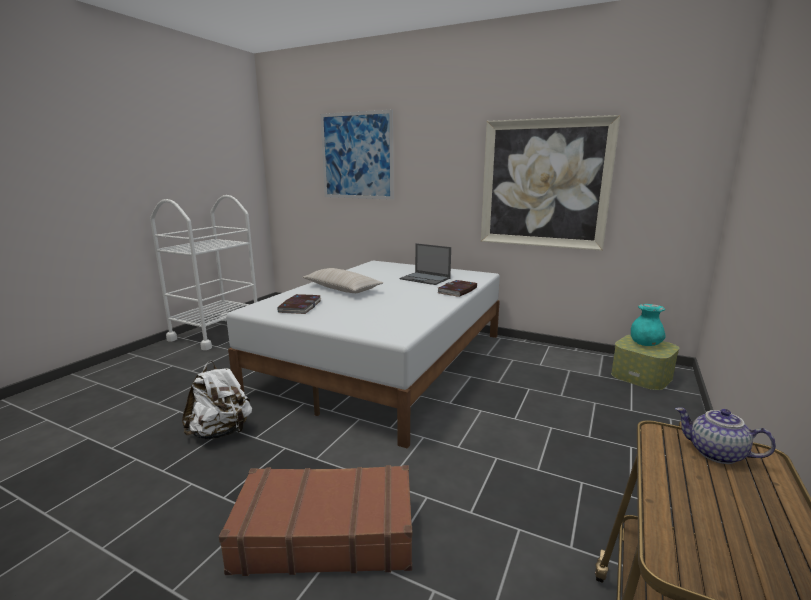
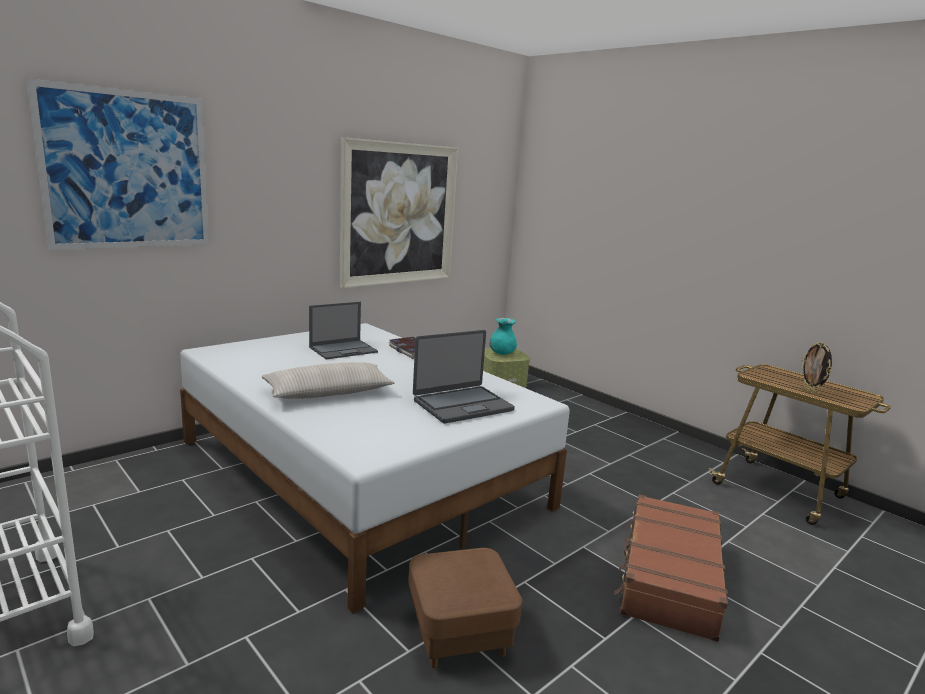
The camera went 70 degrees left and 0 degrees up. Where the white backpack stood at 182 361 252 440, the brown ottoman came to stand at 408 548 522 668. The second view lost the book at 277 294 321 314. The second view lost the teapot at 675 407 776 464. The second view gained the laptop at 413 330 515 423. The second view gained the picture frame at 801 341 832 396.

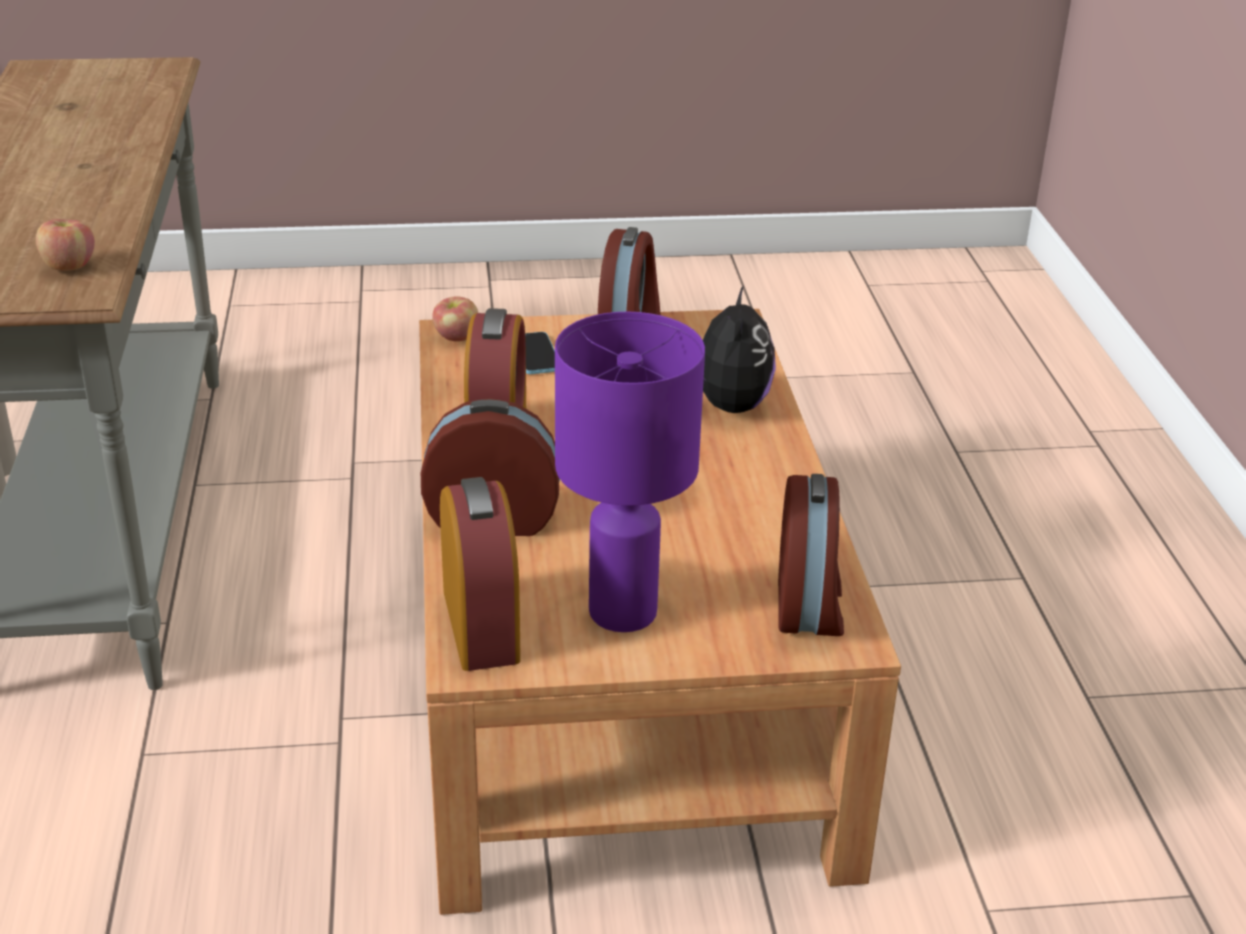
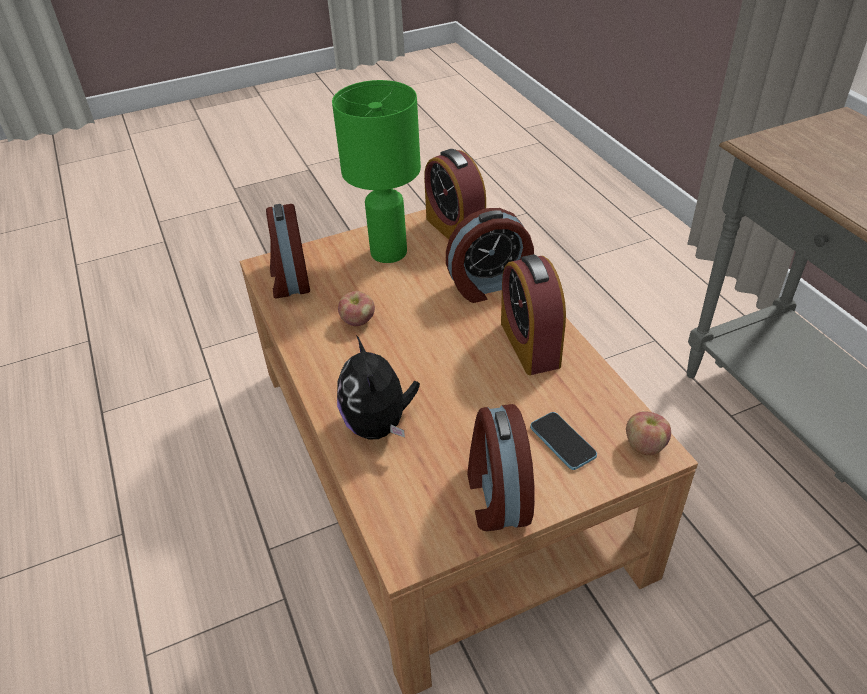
The camera went 165 degrees right and 10 degrees up. The apple ended up elsewhere, having gone from 36 219 95 271 to 338 291 375 326. What was the purple table lamp at 555 312 705 632 turned into the green table lamp at 332 80 421 263.

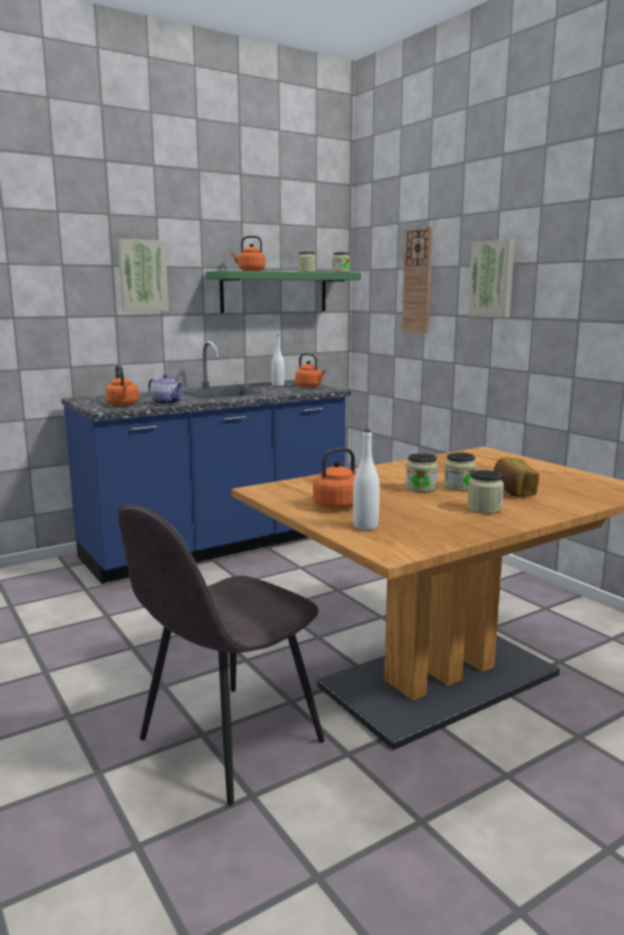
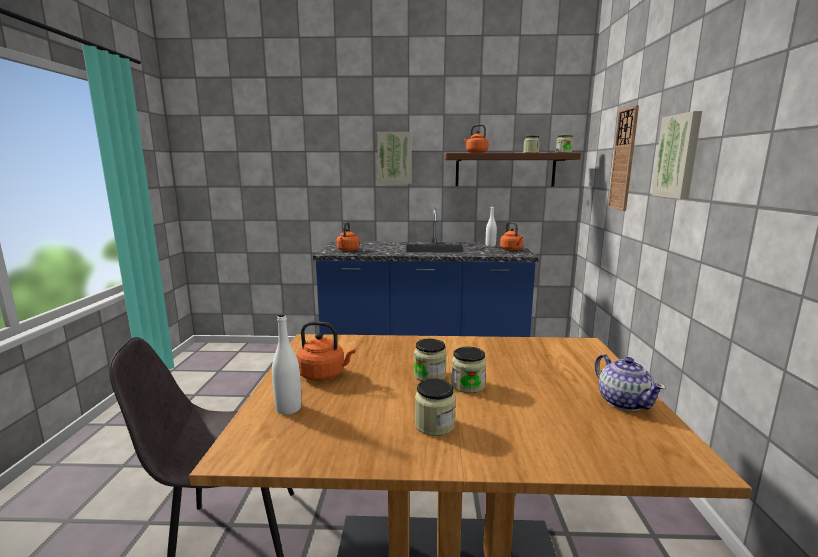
The camera went 35 degrees right and 0 degrees up. The teapot ended up elsewhere, having gone from 148 374 184 405 to 594 354 666 411. What was the green shelf at 206 270 361 313 turned into the brown shelf at 445 153 581 186. The second view lost the bread at 494 457 539 497.

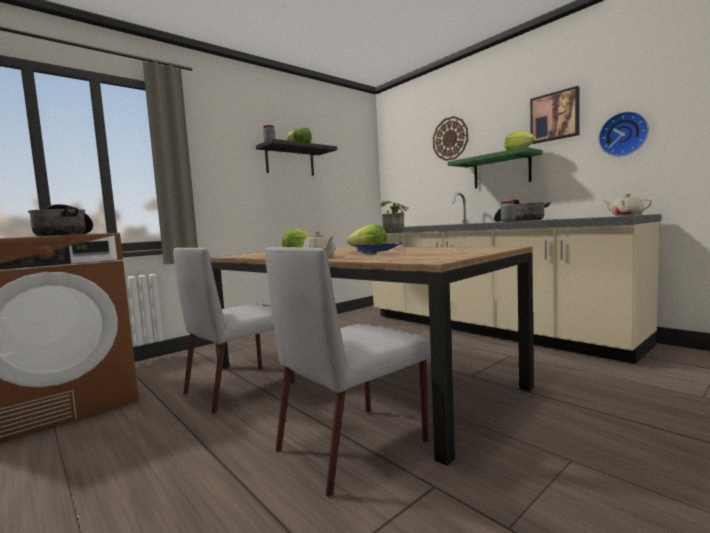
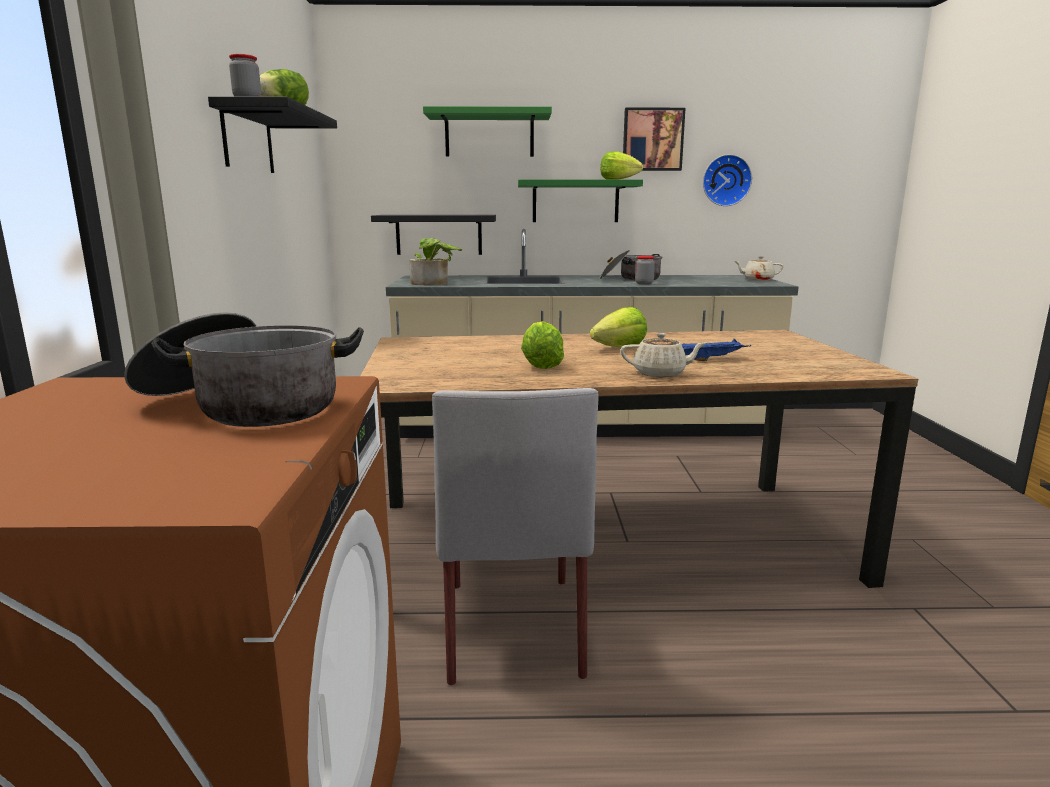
The camera went 50 degrees left and 10 degrees up. The second view lost the grey chair at 265 247 431 497. Where the wall clock hung at 433 116 468 161, the green shelf came to hang at 423 106 552 157. The second view gained the black shelf at 371 215 496 255.

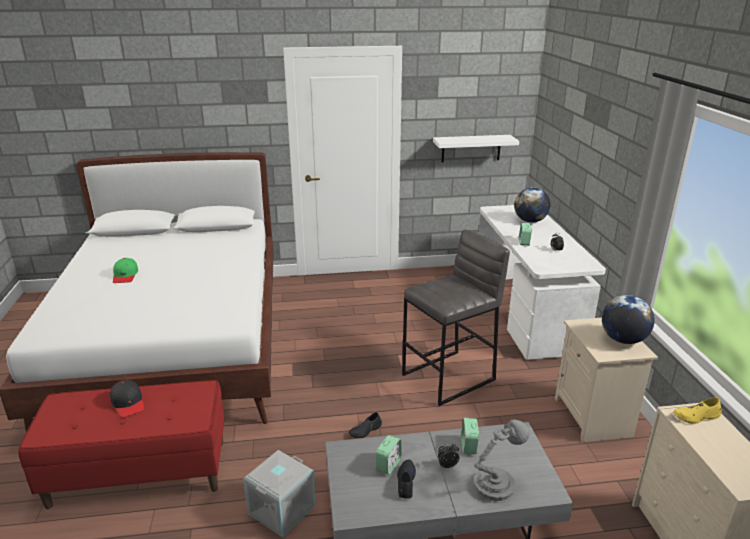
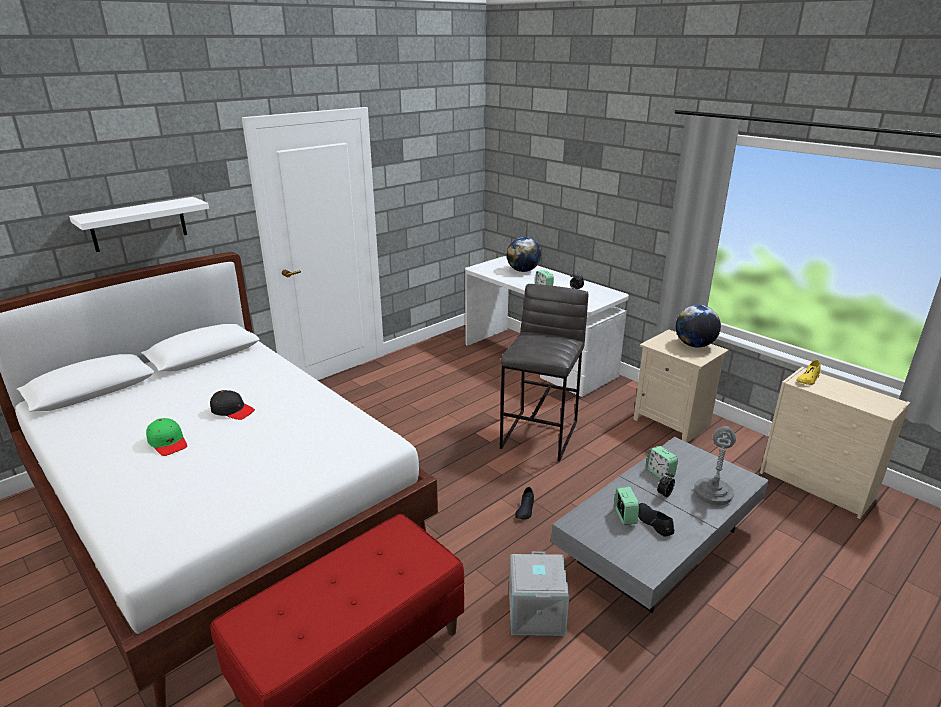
The camera went 35 degrees left and 0 degrees up. The black cap ended up elsewhere, having gone from 110 380 144 417 to 210 390 255 420. The white shelf ended up elsewhere, having gone from 433 135 519 163 to 69 197 209 252.

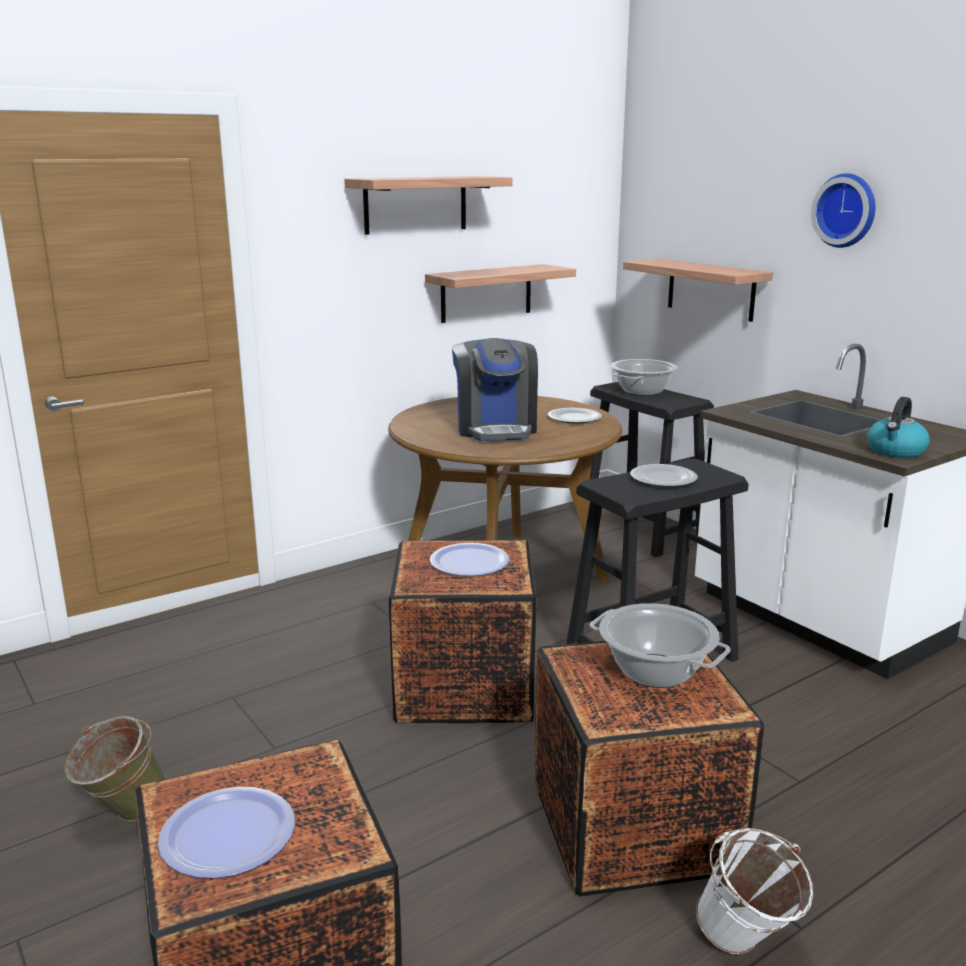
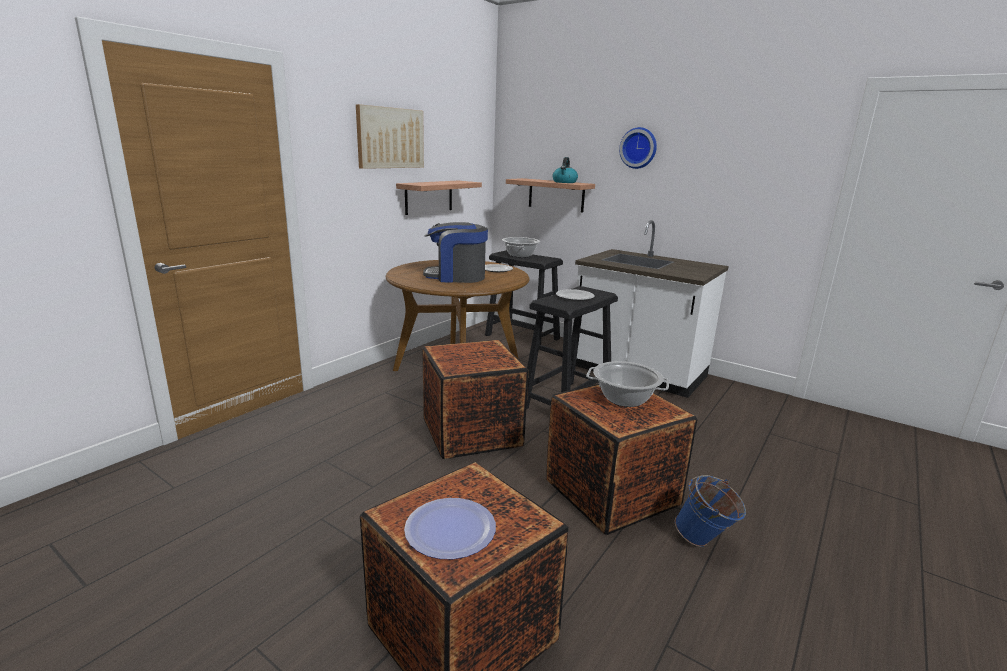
The camera went 20 degrees left and 0 degrees up. The second view lost the green bucket at 65 716 167 821. Where the shelf hung at 344 176 513 235, the picture came to hang at 356 104 424 169. The second view lost the plate at 430 543 510 576. The coffee machine at 452 338 538 441 ended up facing another way, 120 degrees clockwise from before. What was the white bucket at 696 828 813 954 turned into the blue bucket at 675 475 746 547. The kettle ended up elsewhere, having gone from 867 397 930 458 to 553 157 578 183.

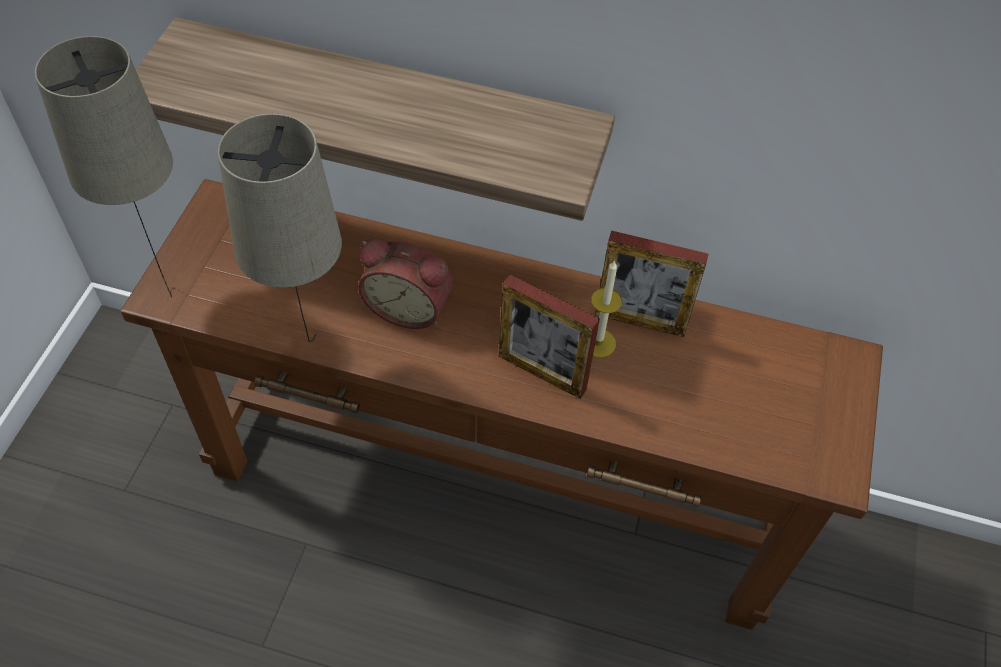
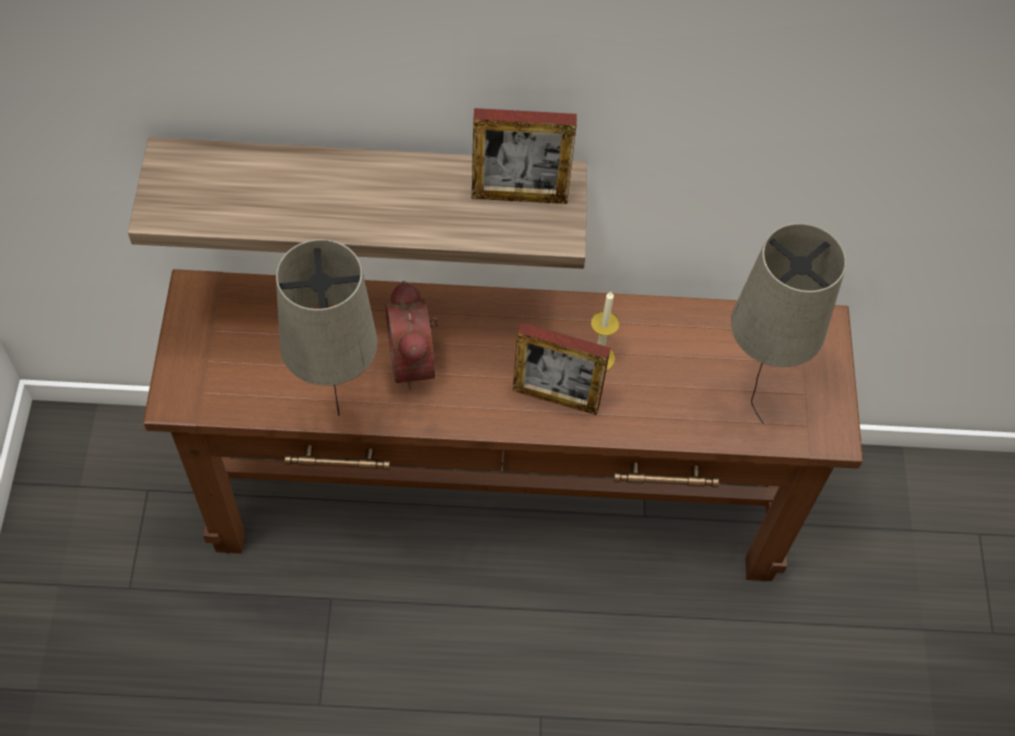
The camera went 15 degrees left and 5 degrees up. The beige table lamp ended up elsewhere, having gone from 35 36 173 297 to 731 223 846 424. The alarm clock at 358 239 453 329 ended up facing another way, 75 degrees clockwise from before. The picture frame ended up elsewhere, having gone from 595 230 708 337 to 472 108 577 204.

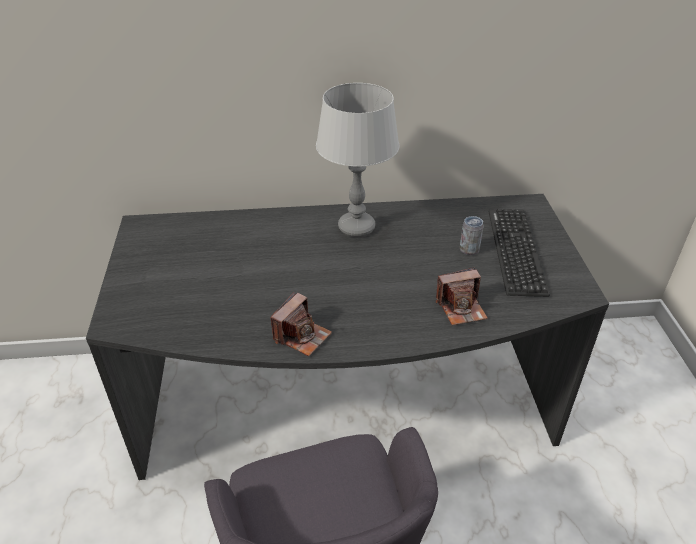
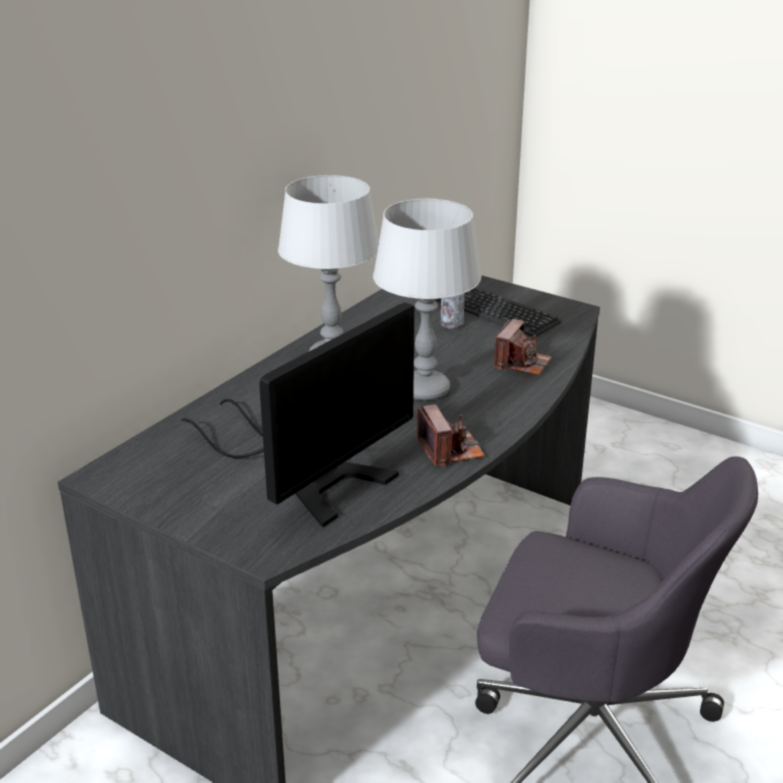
The camera went 50 degrees left and 10 degrees down. The second view gained the monitor at 181 302 414 528. The second view gained the grey table lamp at 373 199 481 401.

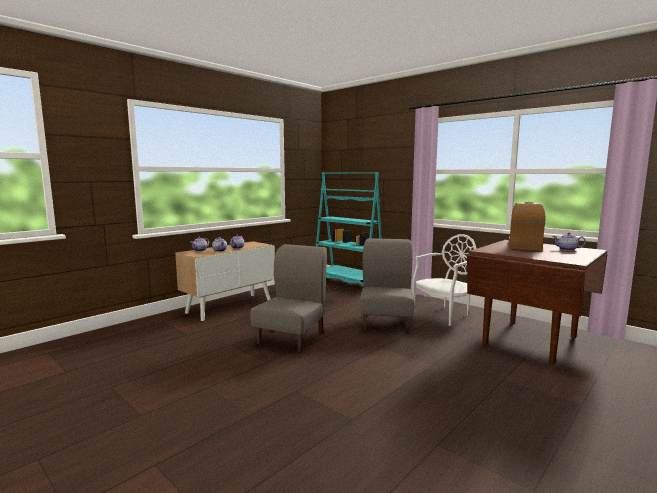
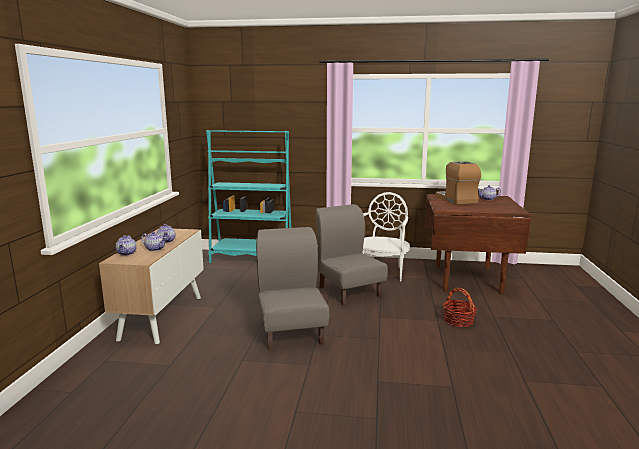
The camera went 35 degrees left and 5 degrees up. The second view gained the basket at 442 288 478 327.

